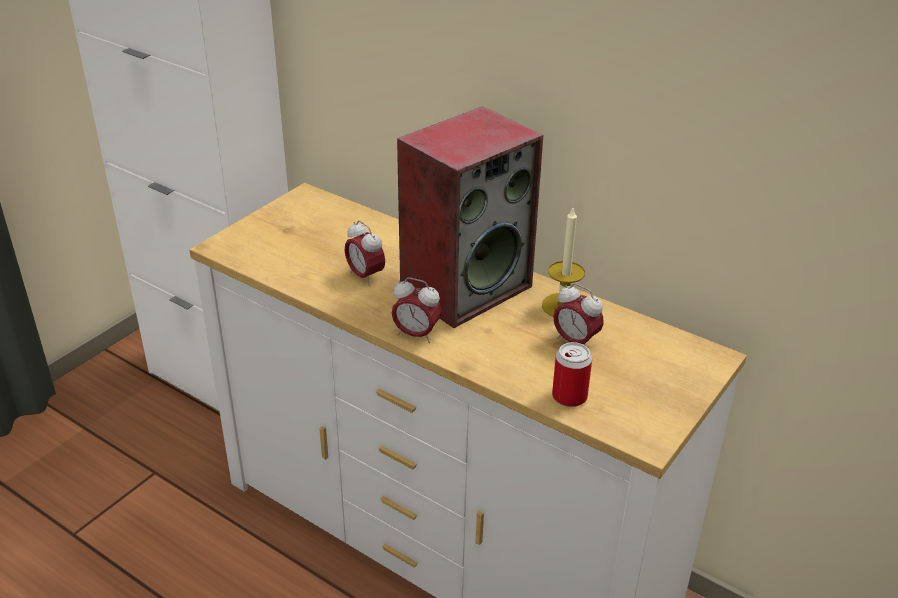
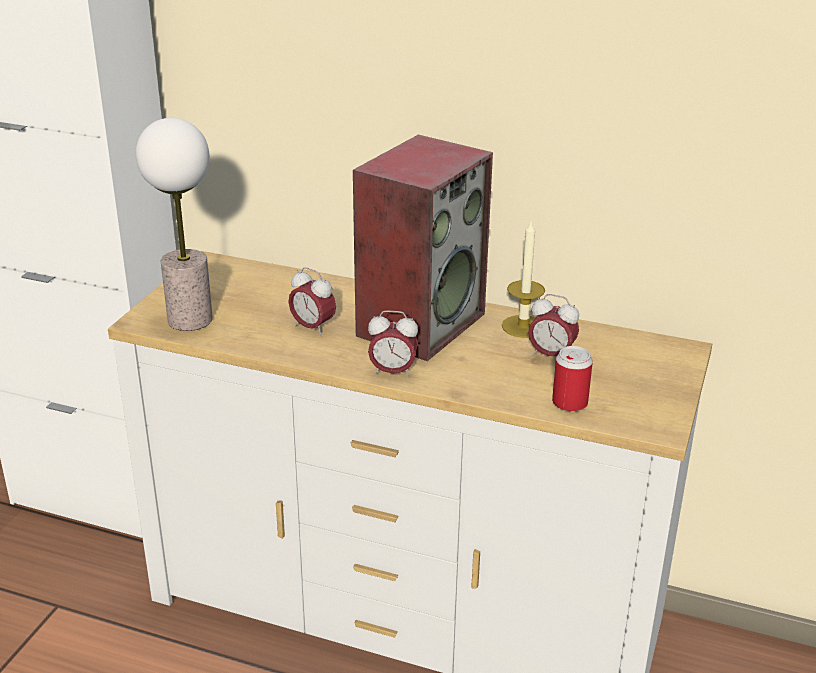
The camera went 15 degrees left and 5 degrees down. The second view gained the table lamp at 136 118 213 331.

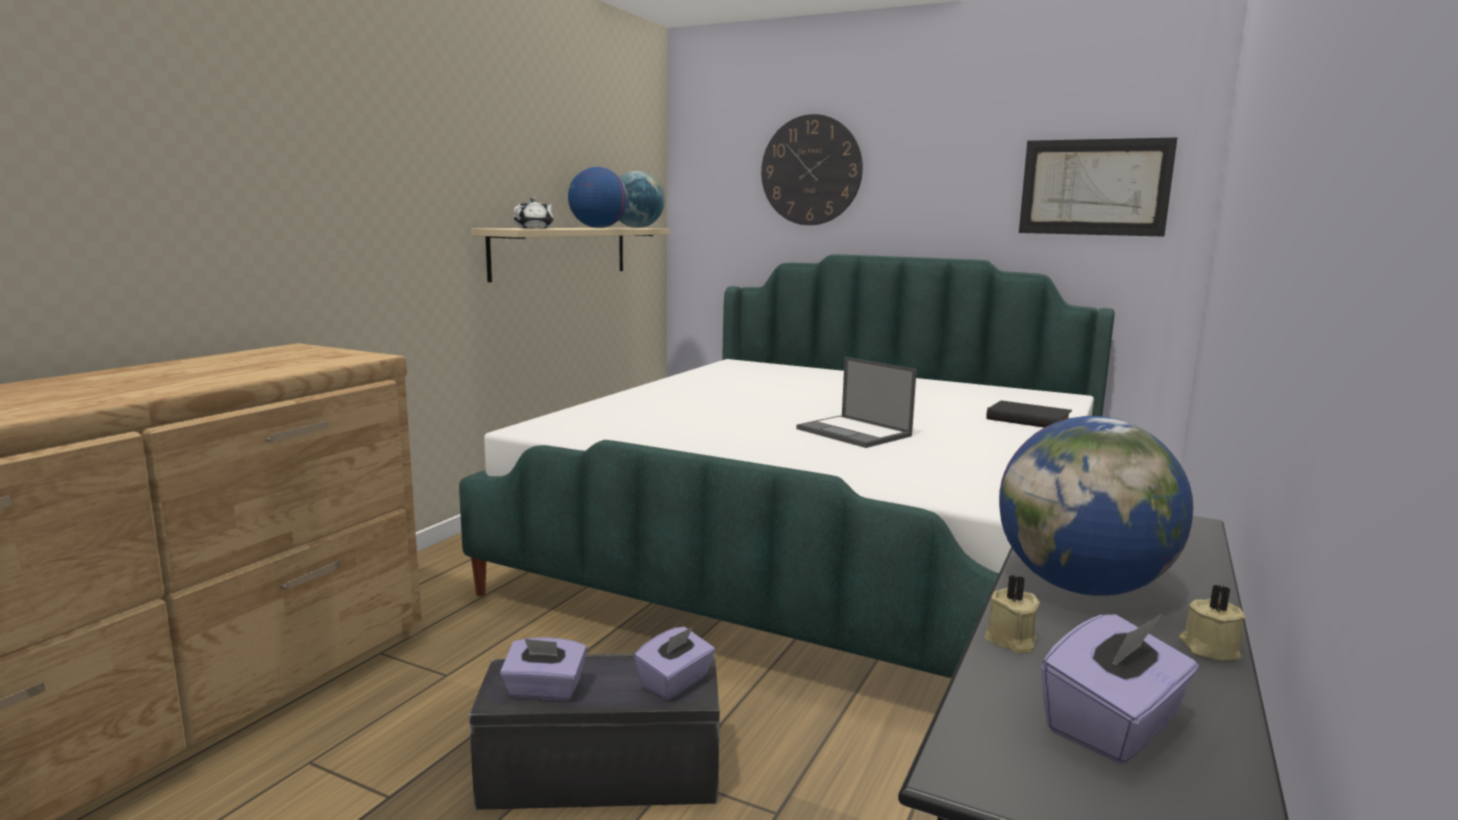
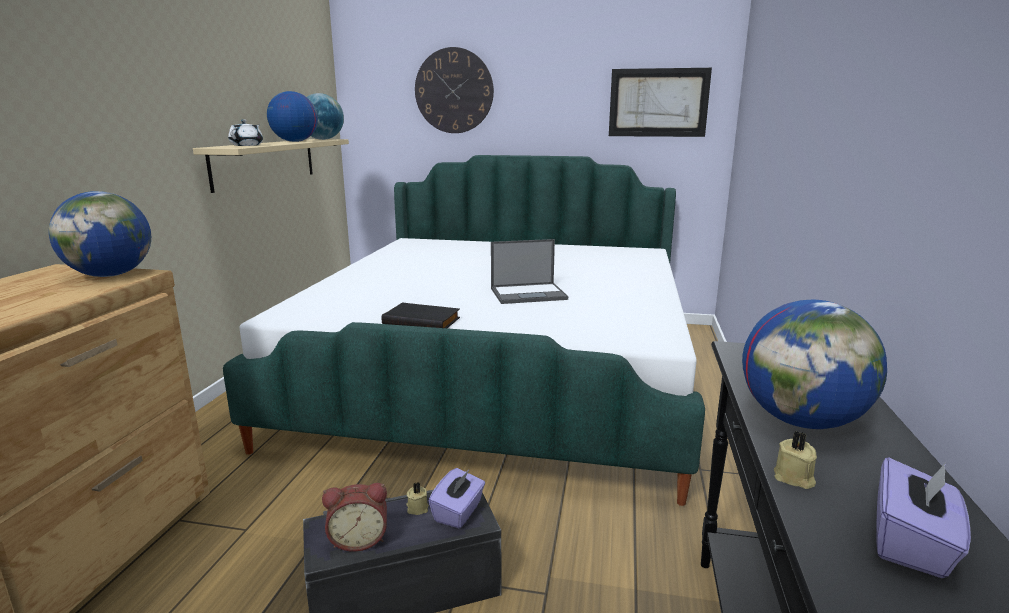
The camera went 15 degrees left and 5 degrees up. Where the purple tissue box stood at 500 637 587 700, the alarm clock came to stand at 322 483 387 552. The laptop at 796 357 917 448 ended up facing another way, 45 degrees counterclockwise from before. The black book ended up elsewhere, having gone from 986 400 1072 428 to 382 302 460 328. The beige candle ended up elsewhere, having gone from 1179 584 1246 660 to 406 482 429 515. The second view gained the globe at 49 191 151 277.

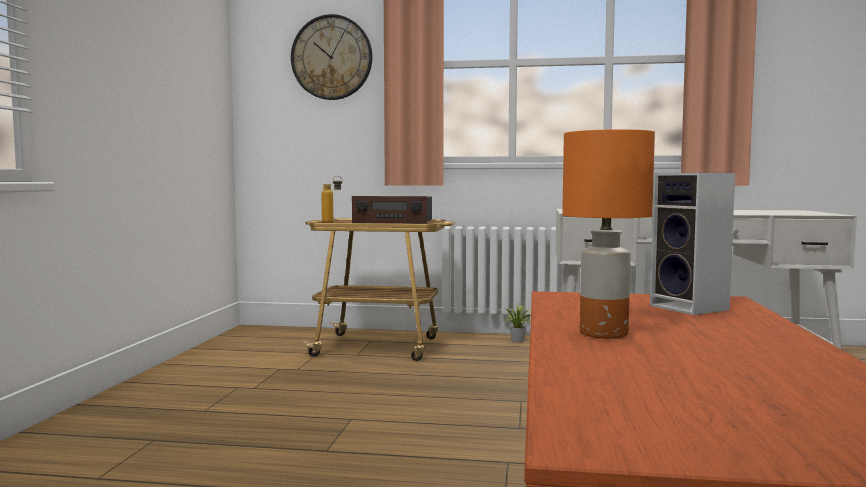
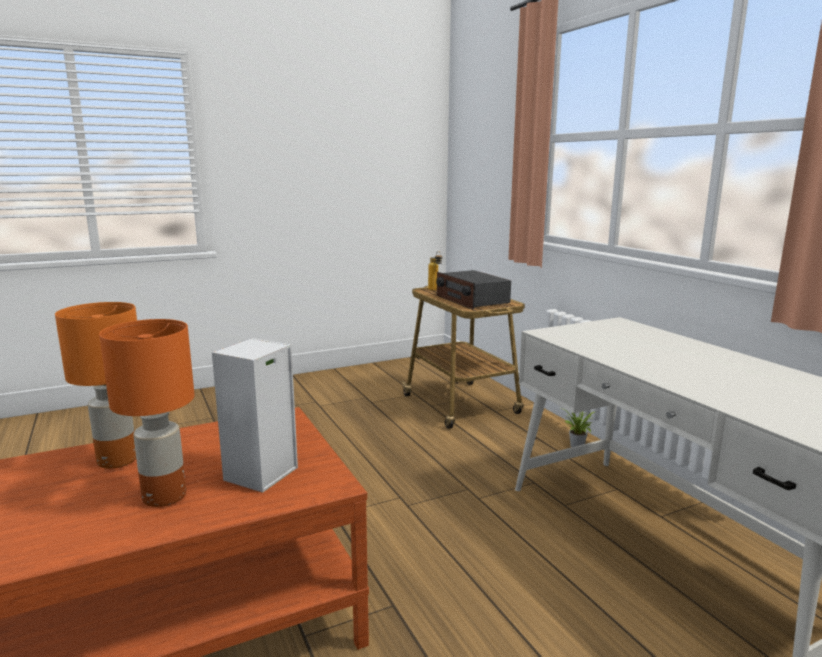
The camera went 55 degrees right and 10 degrees up. The second view lost the wall clock at 291 14 372 100. The second view gained the orange table lamp at 99 319 195 507.

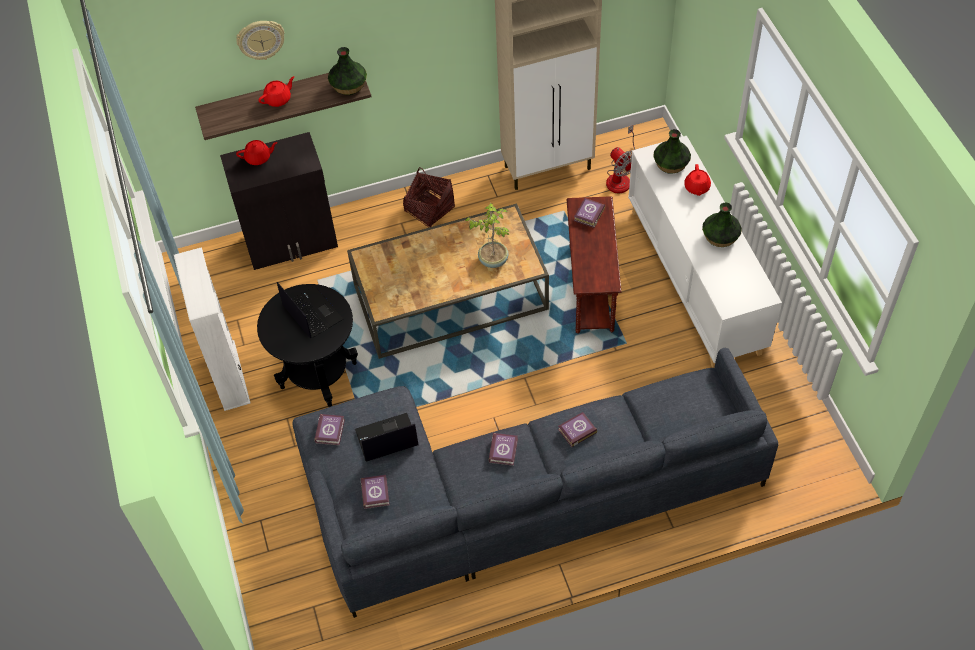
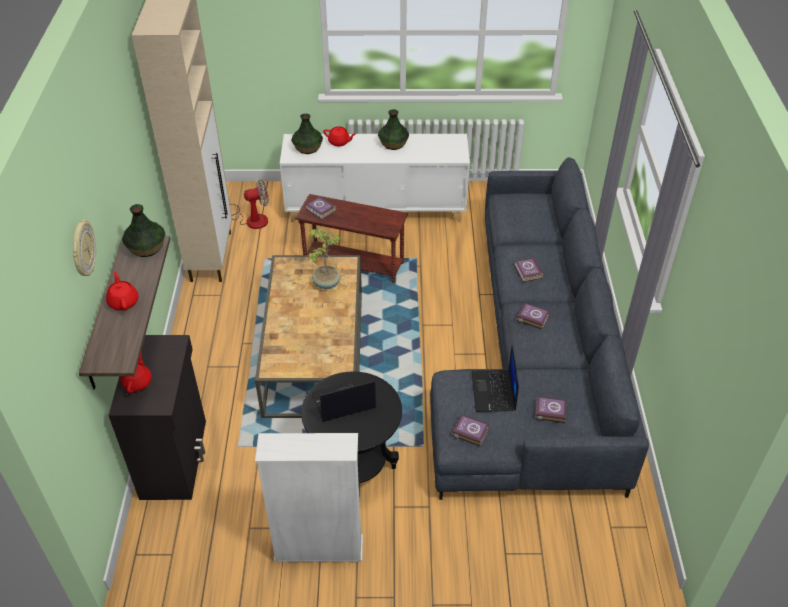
The camera went 75 degrees left and 10 degrees down. The second view lost the basket at 403 167 455 227.

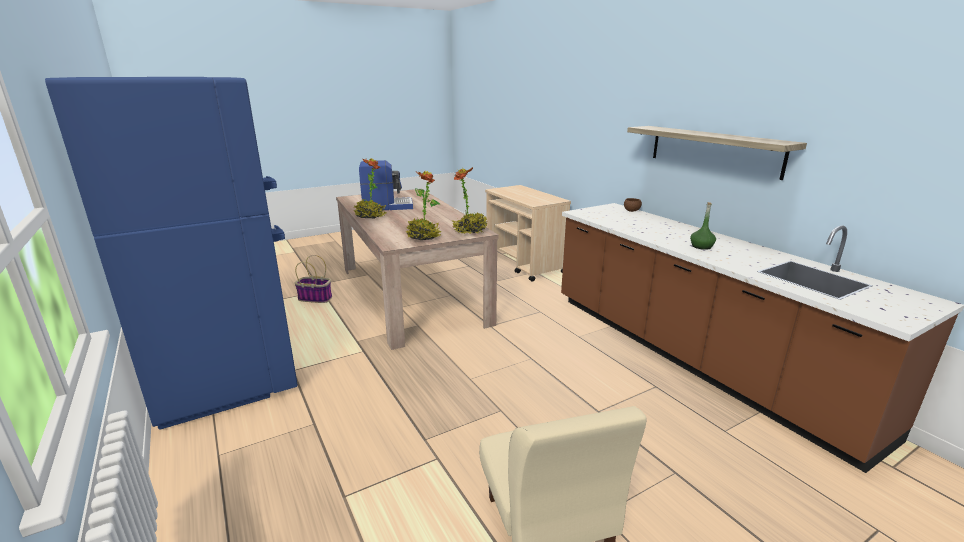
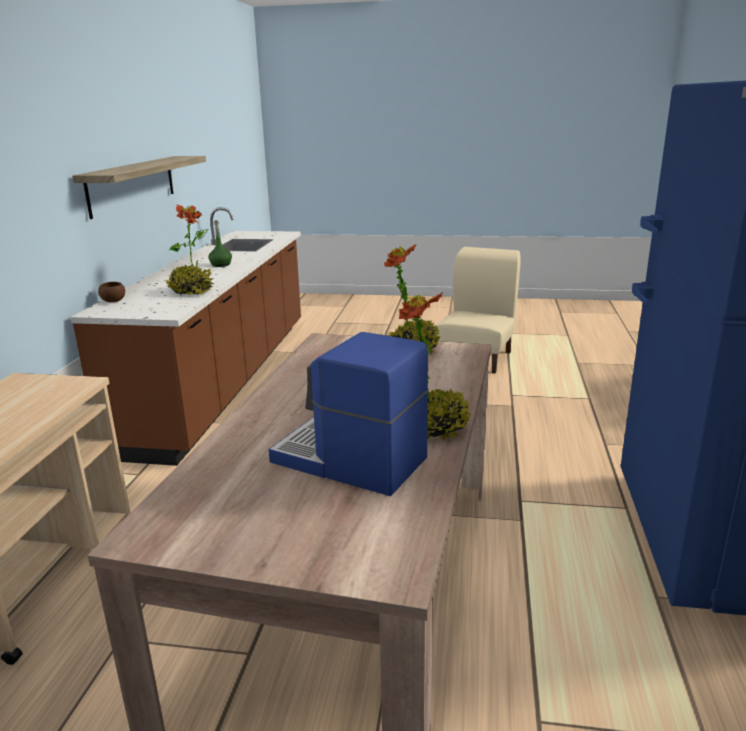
The camera went 140 degrees left and 0 degrees up. The second view lost the basket at 295 255 332 303. The potted plant ended up elsewhere, having gone from 452 167 487 234 to 166 204 215 295.

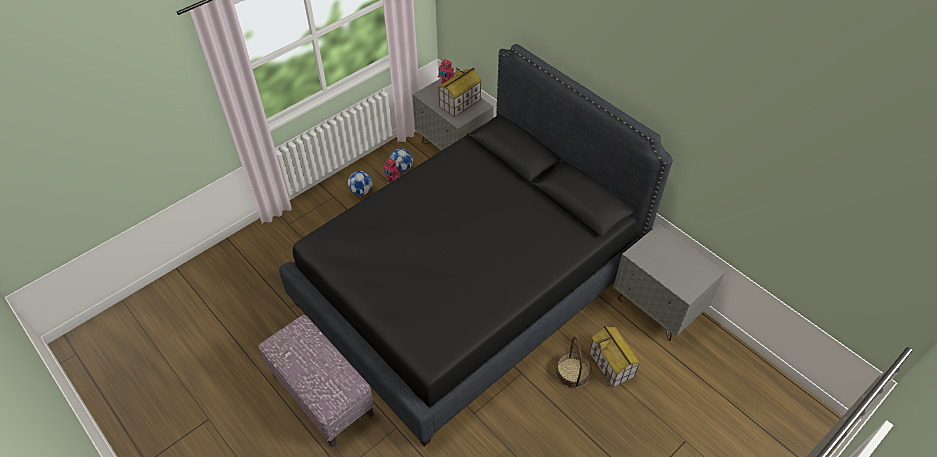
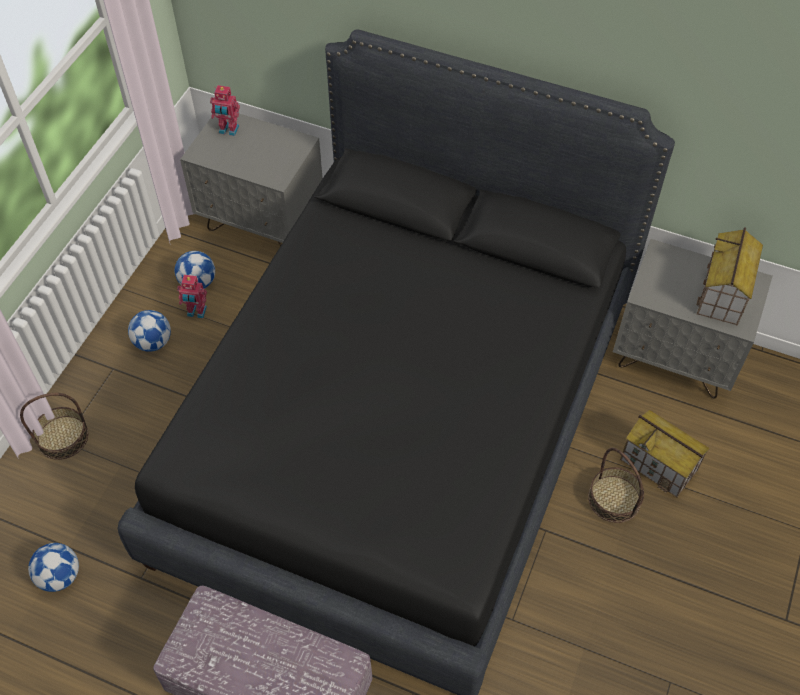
The camera went 25 degrees left and 5 degrees up. The toy house ended up elsewhere, having gone from 437 68 482 117 to 696 227 763 325. The second view gained the basket at 20 393 88 460. The second view gained the football at 28 543 79 592.

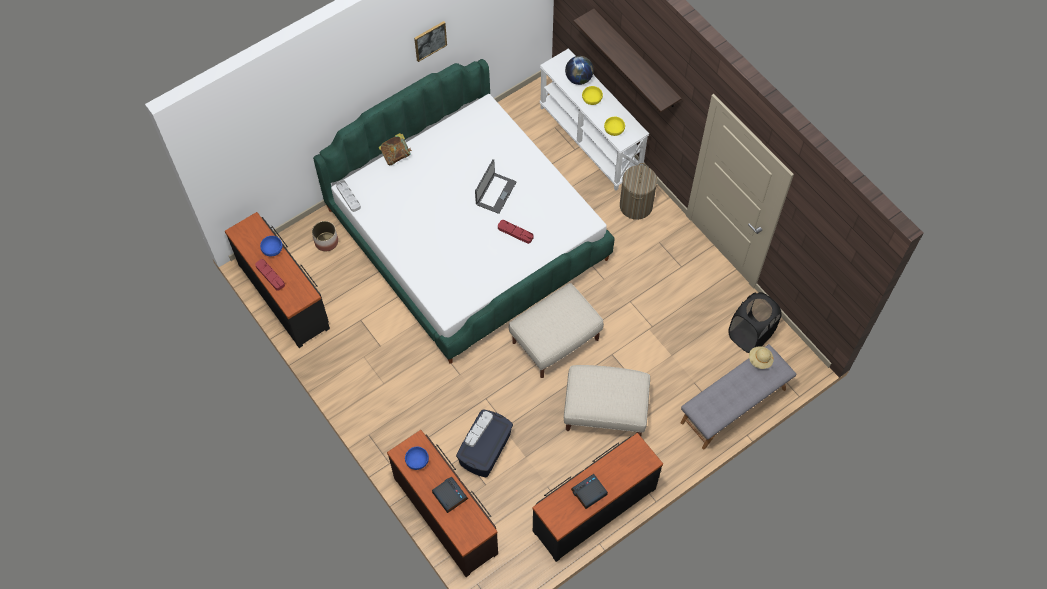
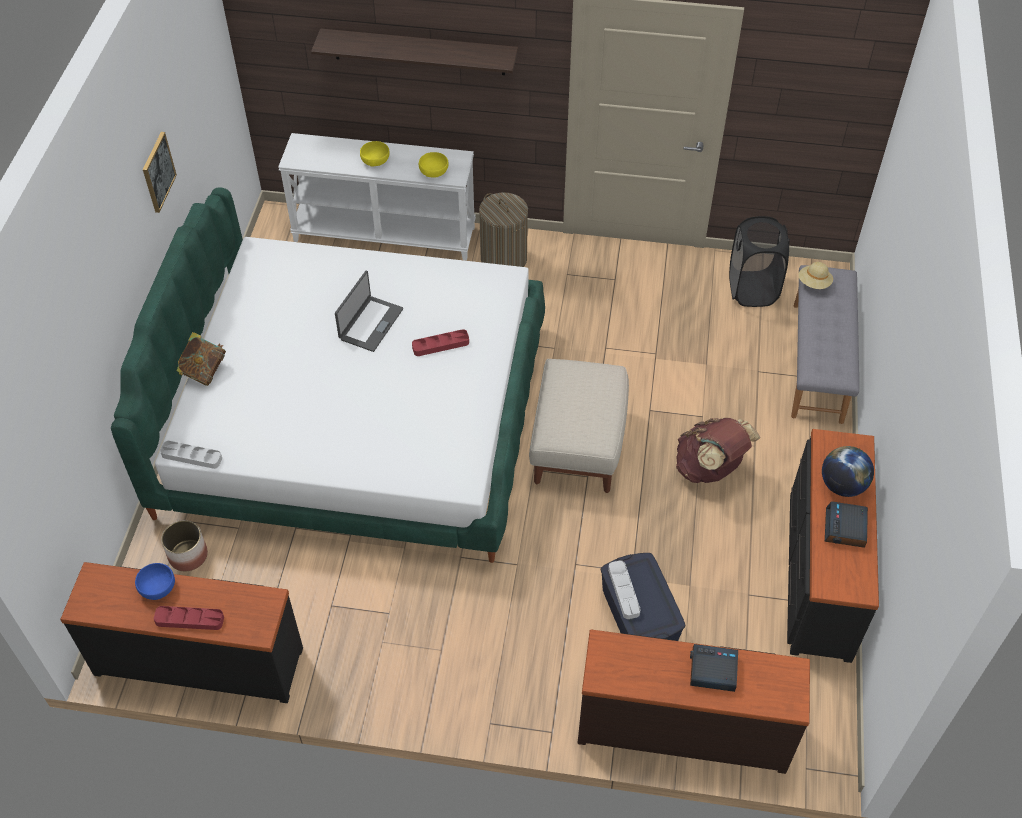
The camera went 45 degrees left and 10 degrees down. The second view lost the blue bowl at 405 447 429 470. The laptop at 475 159 516 214 ended up facing another way, 45 degrees clockwise from before. Where the beige ottoman stood at 564 365 650 436, the brown backpack came to stand at 676 417 760 483. The globe ended up elsewhere, having gone from 565 56 594 85 to 822 446 874 497.

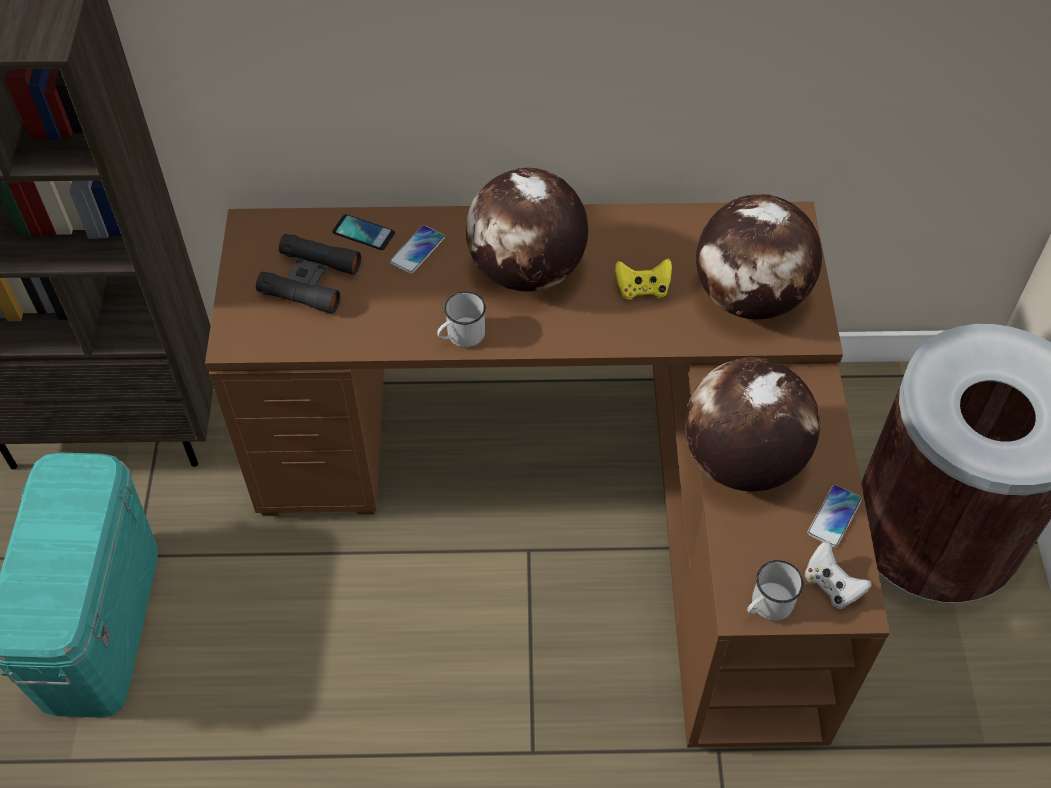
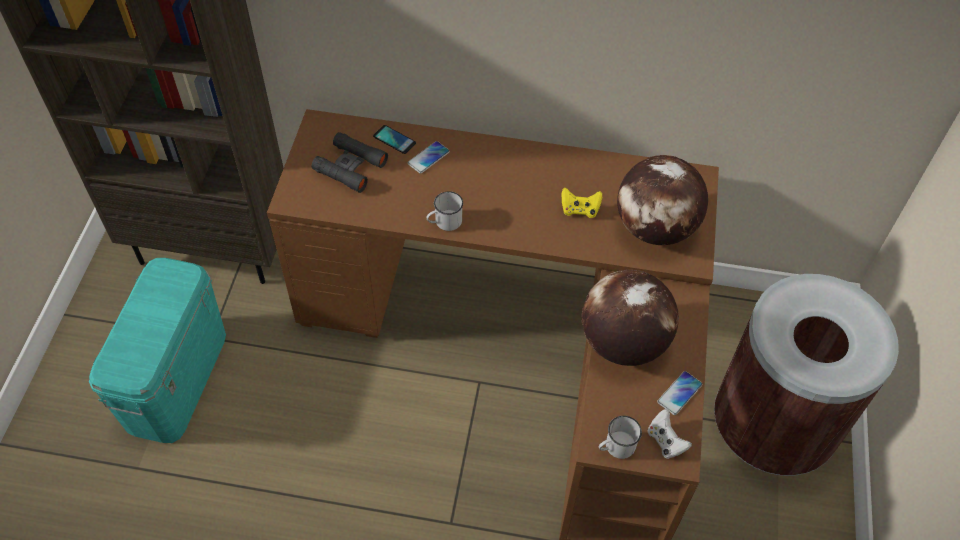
The camera went 10 degrees right and 0 degrees up. The second view lost the globe at 466 168 588 291.

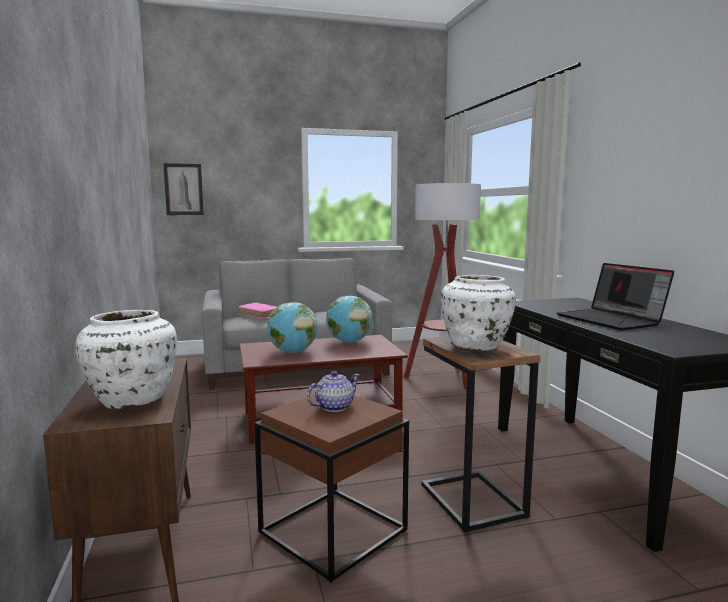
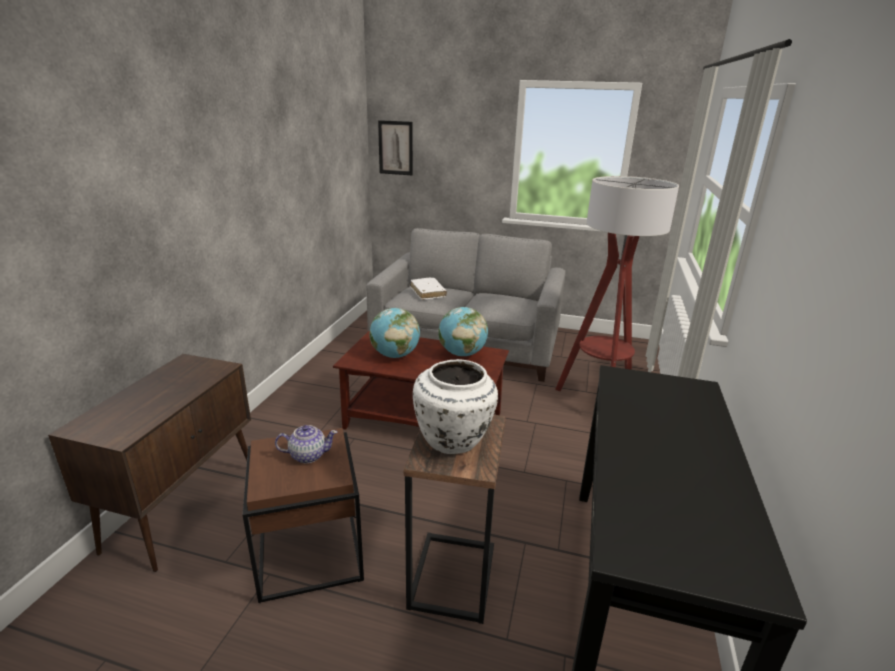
The camera went 30 degrees right and 15 degrees up. The second view lost the white vase at 76 310 177 409. What was the pink book at 238 303 277 319 turned into the white book at 411 278 447 300. The second view lost the laptop at 557 263 674 330.

